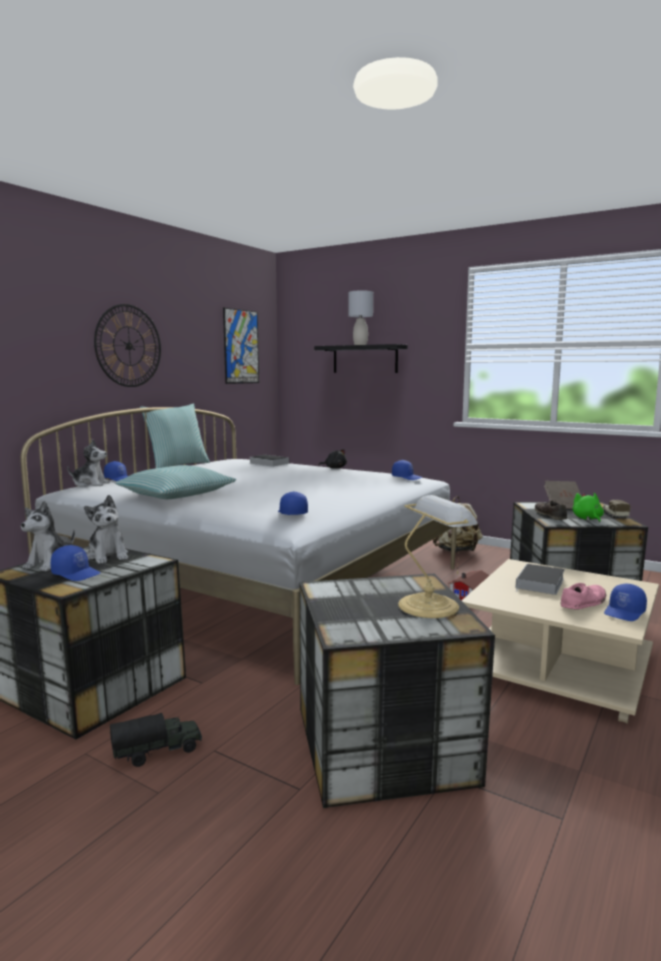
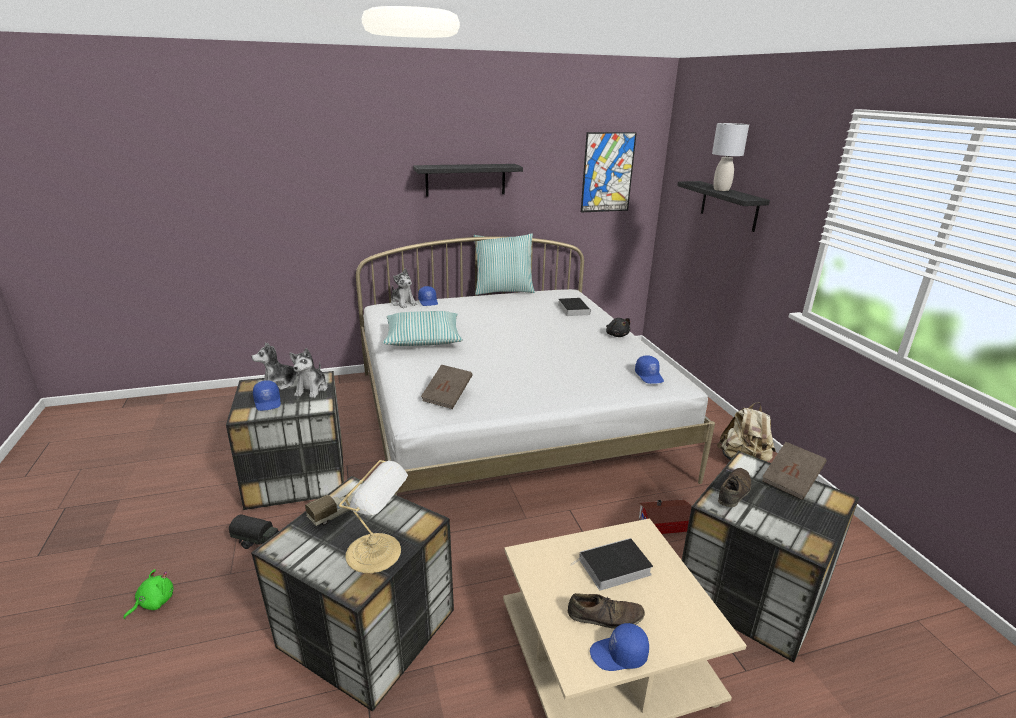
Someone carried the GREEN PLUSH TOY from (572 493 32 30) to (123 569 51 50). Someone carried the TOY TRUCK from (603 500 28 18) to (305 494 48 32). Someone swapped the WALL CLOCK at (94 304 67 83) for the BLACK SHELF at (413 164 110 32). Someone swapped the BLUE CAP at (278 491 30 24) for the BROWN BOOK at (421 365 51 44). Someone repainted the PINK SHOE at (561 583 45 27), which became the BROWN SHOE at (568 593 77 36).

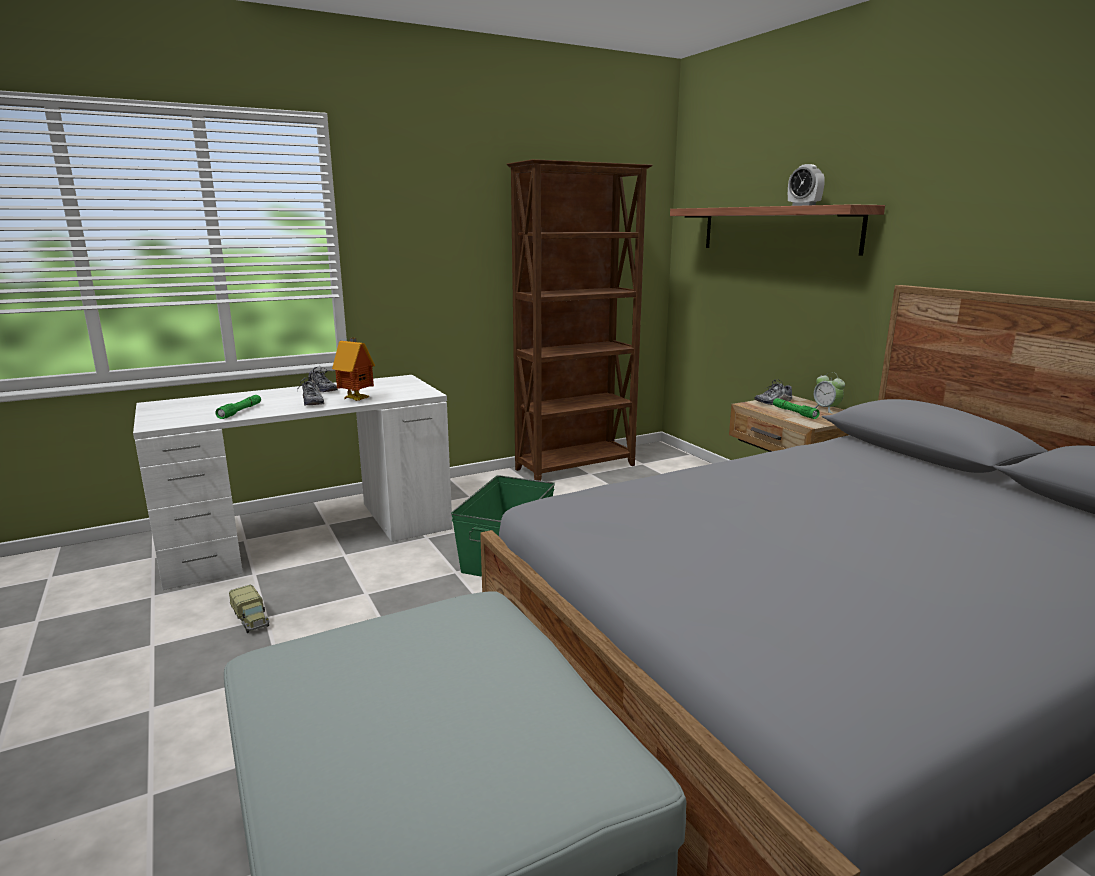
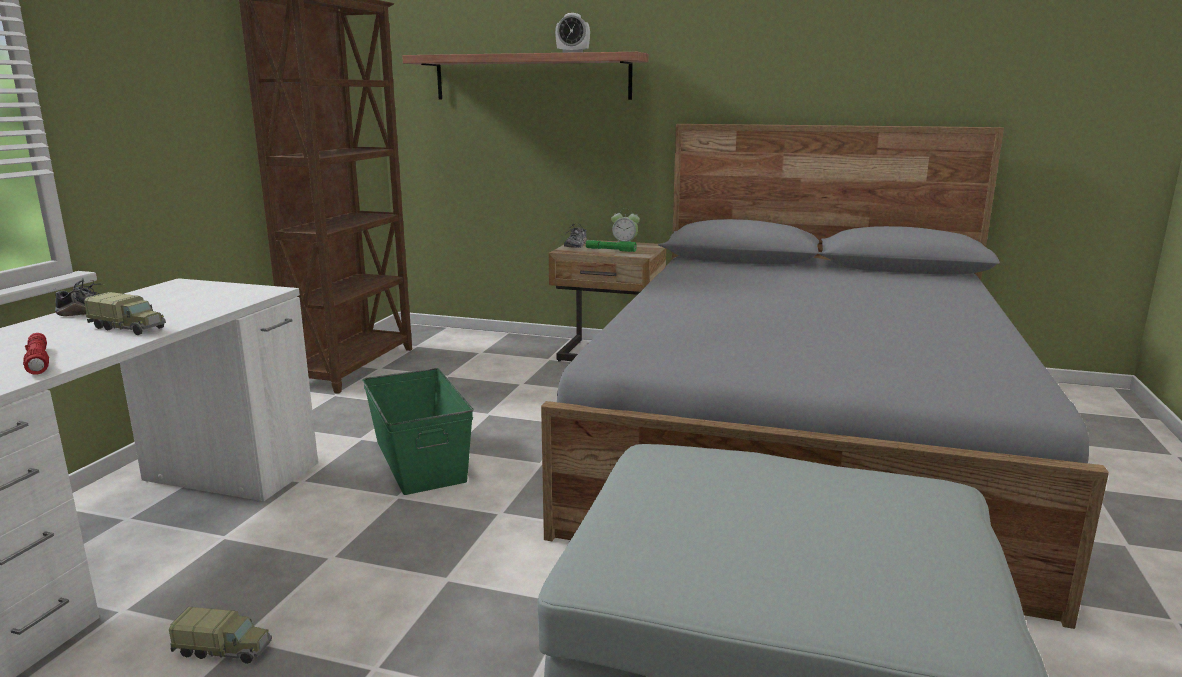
Someone took away the TOY HOUSE at (332 338 43 63). Someone swapped the SHOE at (297 376 28 29) for the TOY TRUCK at (84 292 82 43). Someone repainted the GREEN FLASHLIGHT at (215 395 46 24), which became the RED FLASHLIGHT at (23 333 26 42).

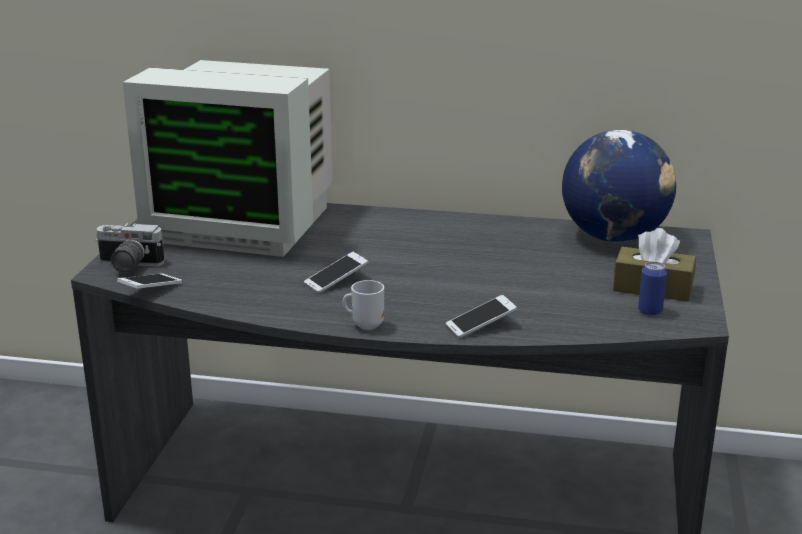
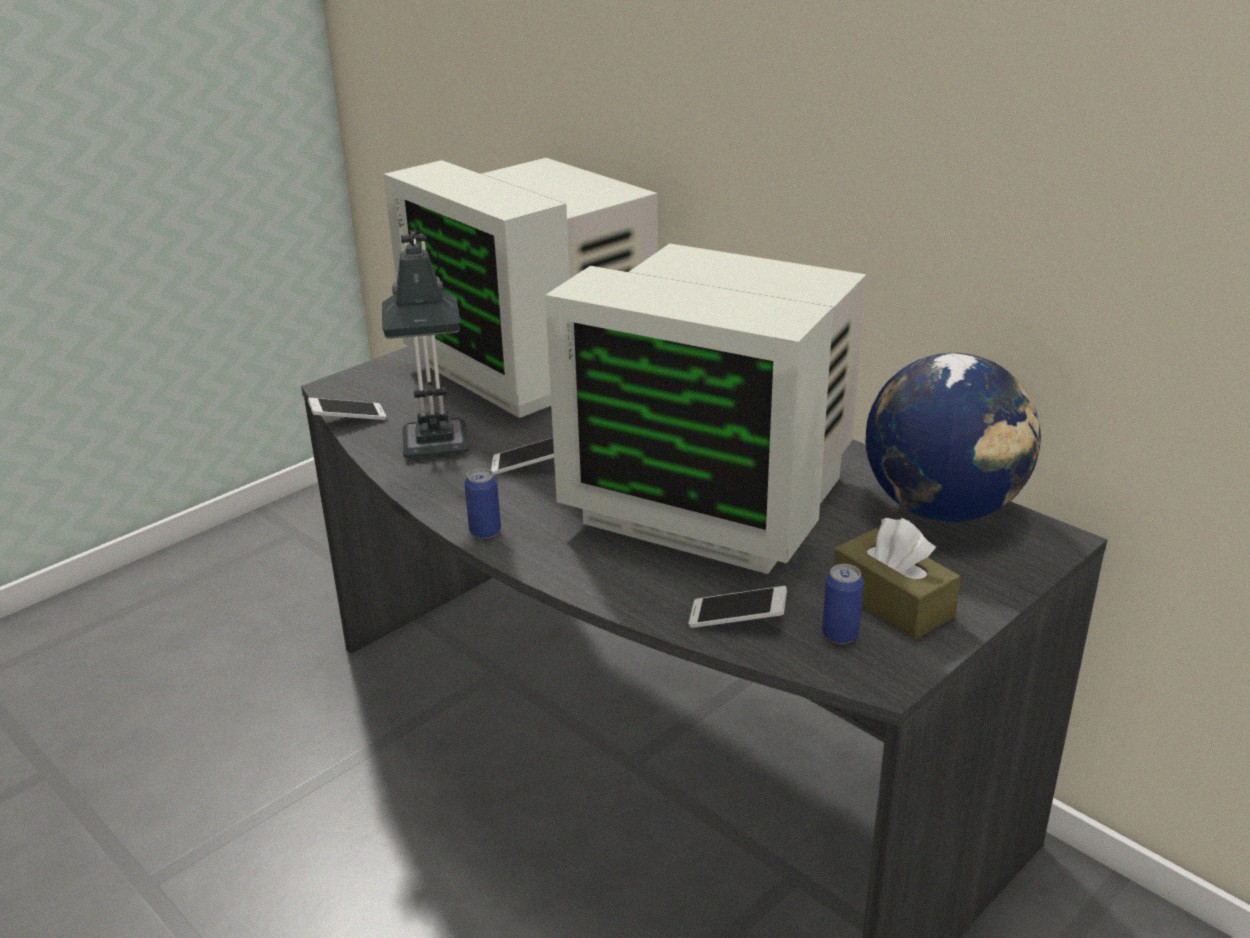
Someone took away the PHOTO CAMERA at (94 223 70 50). Someone put down the TABLE LAMP at (382 230 87 228). Someone put down the MONITOR at (545 243 321 331). Someone carried the PHONE from (446 295 71 43) to (688 586 99 42). Someone swapped the MUG at (342 280 42 50) for the CAN at (465 468 36 71).

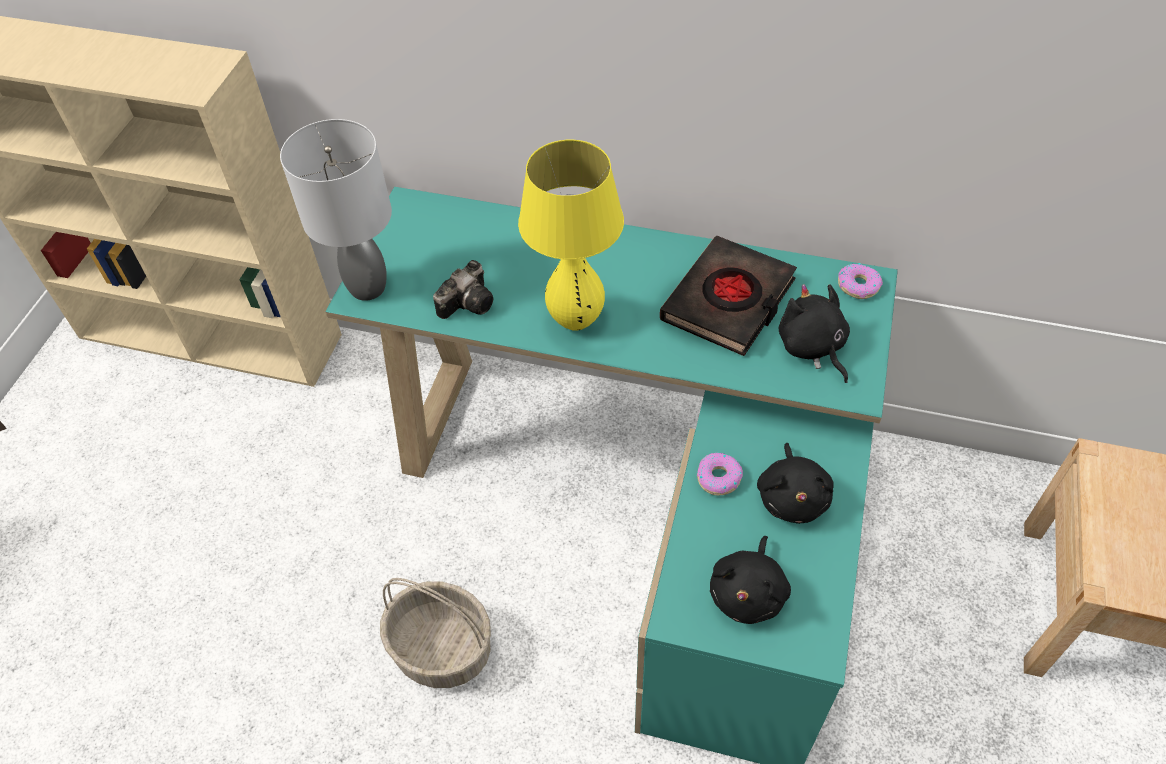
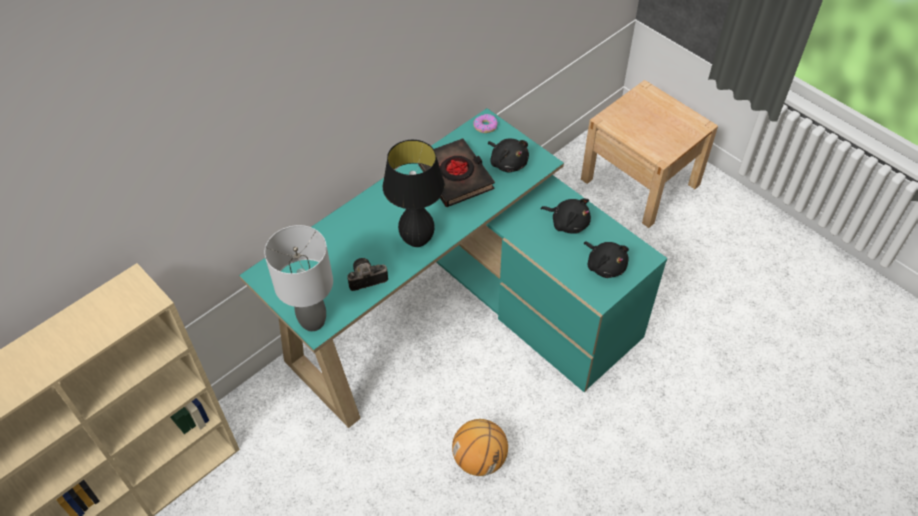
Someone took away the DONUT at (697 453 46 42). Someone swapped the BASKET at (380 578 111 110) for the BASKETBALL at (452 419 56 57). Someone repainted the YELLOW TABLE LAMP at (518 140 106 191), which became the BLACK TABLE LAMP at (383 140 62 107). Someone rotated the PHOTO CAMERA at (433 260 60 59) by 90 degrees counterclockwise. Someone rotated the BLACK PLUSH TOY at (779 284 71 99) by 135 degrees counterclockwise.

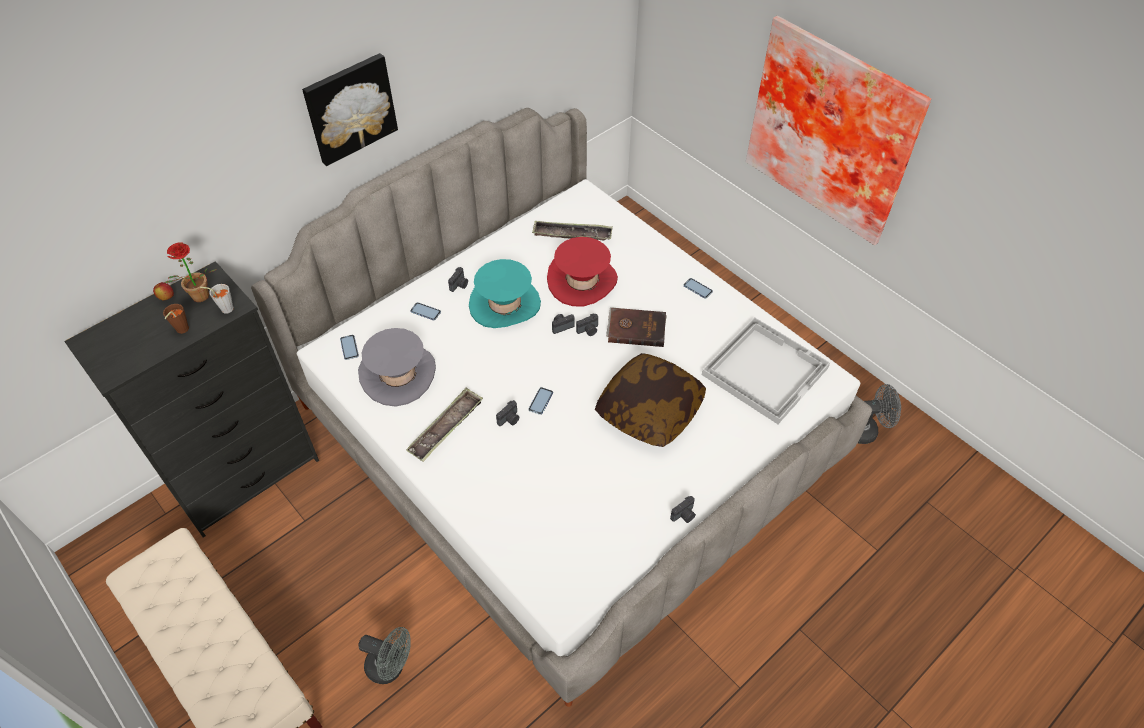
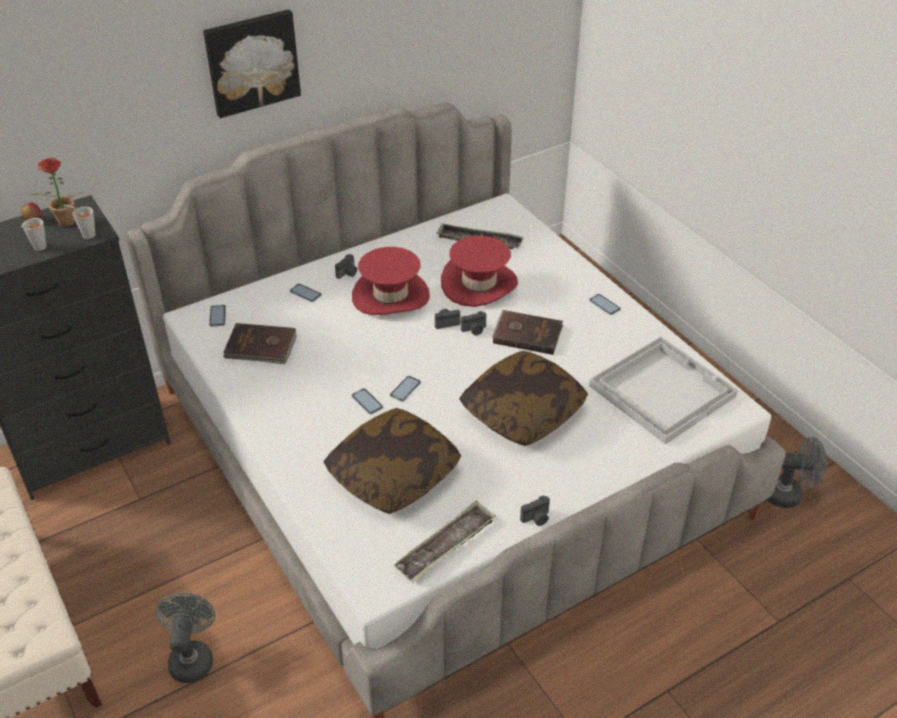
Someone took away the PICTURE at (746 16 185 229). Someone put down the PILLOW at (323 408 138 106). Someone carried the TRAY from (406 388 77 74) to (394 500 102 83). Someone swapped the GREY HAT at (358 328 78 79) for the BROWN BOOK at (223 323 74 41). Someone swapped the PHOTO CAMERA at (496 400 23 26) for the PHONE at (352 388 31 26). Someone repainted the BROWN CUP at (163 304 26 30), which became the GREY CUP at (21 218 26 33). Someone repainted the TURQUOISE HAT at (469 259 72 69), which became the RED HAT at (352 247 78 68). Someone rotated the GREY FAN at (358 627 52 57) by 120 degrees counterclockwise.

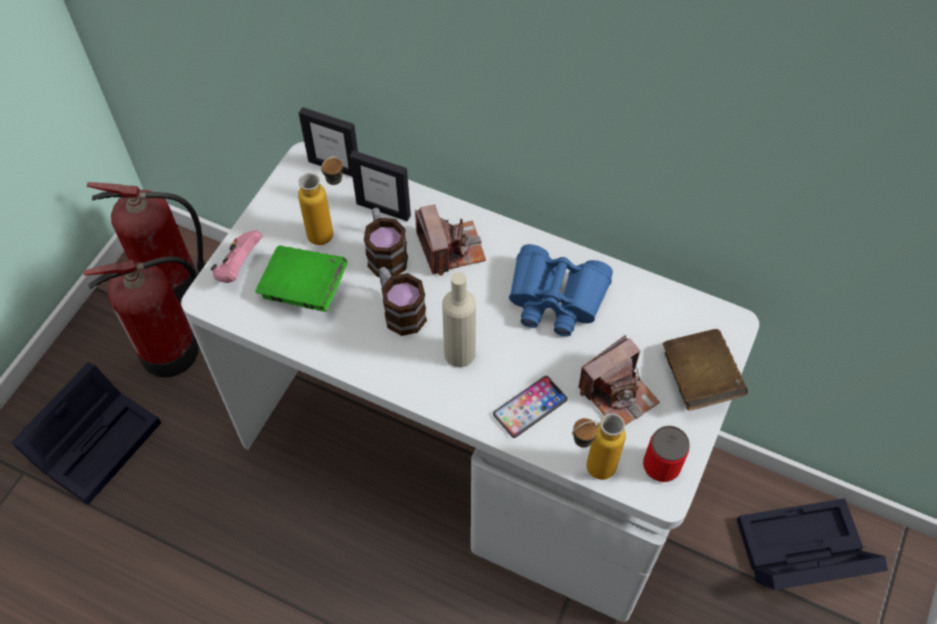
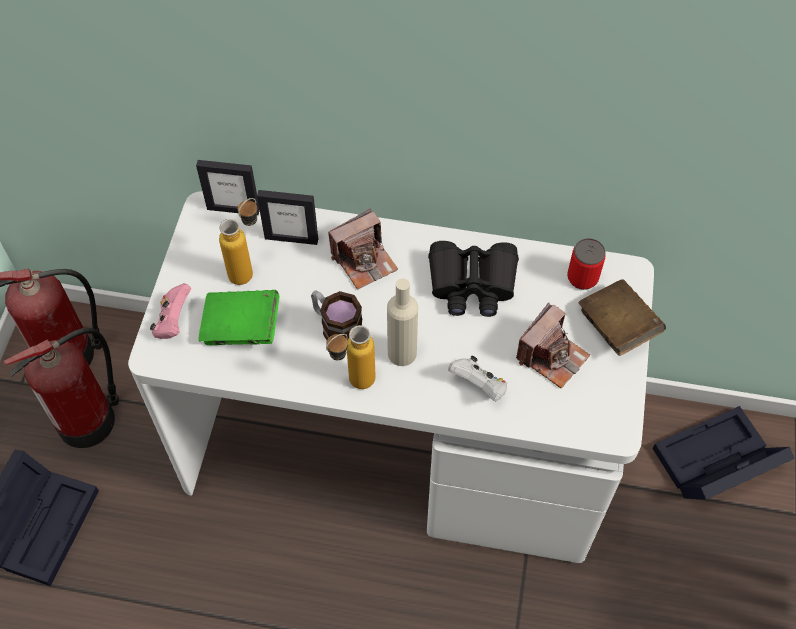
Someone took away the MUG at (364 208 44 69). Someone carried the BOTTLE from (572 413 54 67) to (326 325 50 64). Someone carried the CAN from (643 426 47 56) to (567 238 39 52). Someone swapped the PHONE at (493 376 74 62) for the WHITE GAME CONTROLLER at (448 356 59 45). Someone repainted the BLUE BINOCULARS at (509 244 104 93), which became the BLACK BINOCULARS at (428 241 91 76). Someone rotated the PHOTO CAMERA at (415 204 71 72) by 90 degrees clockwise.

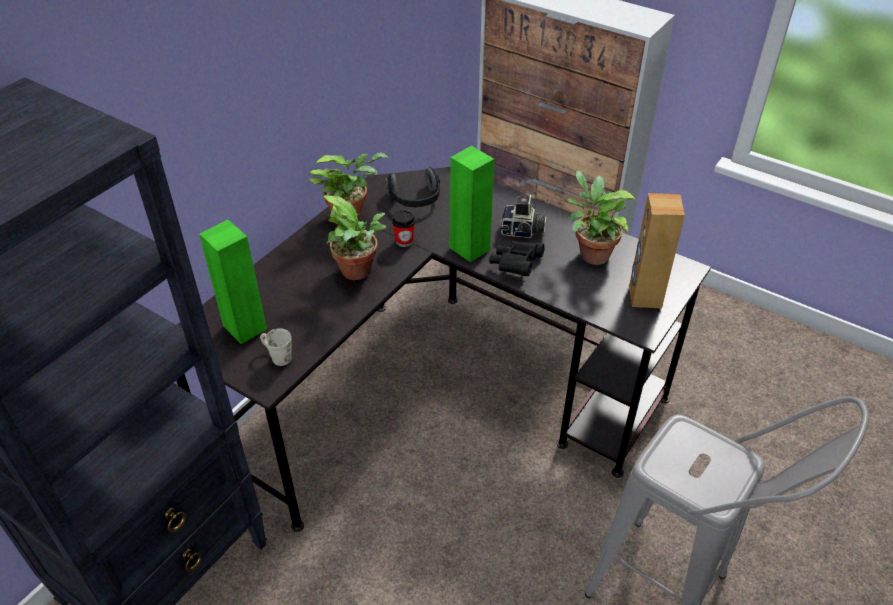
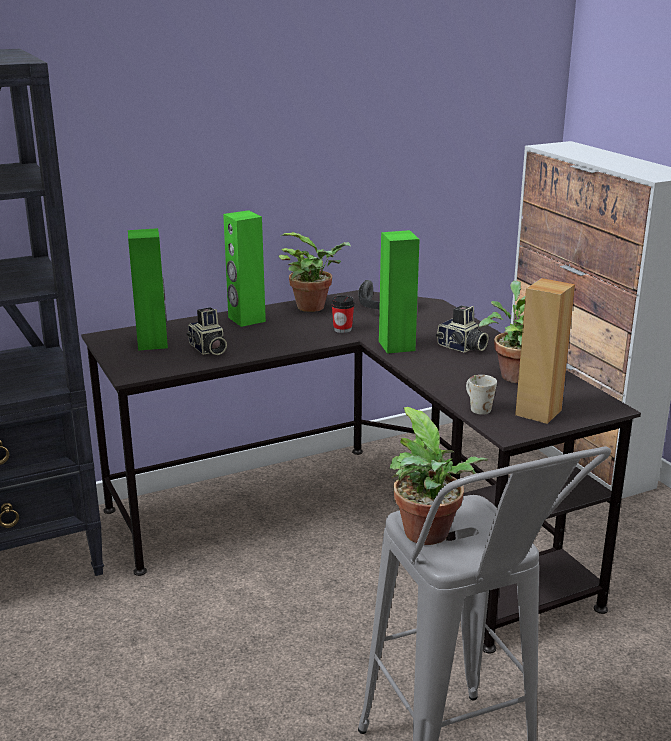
Someone took away the BLACK BINOCULARS at (489 240 56 36). Someone put down the PHOTO CAMERA at (187 307 40 48). Someone put down the GREEN SPEAKER at (223 210 43 117). Someone carried the WHITE MUG from (260 328 32 38) to (466 375 31 40). Someone carried the POTTED PLANT from (322 195 65 85) to (390 407 98 138).

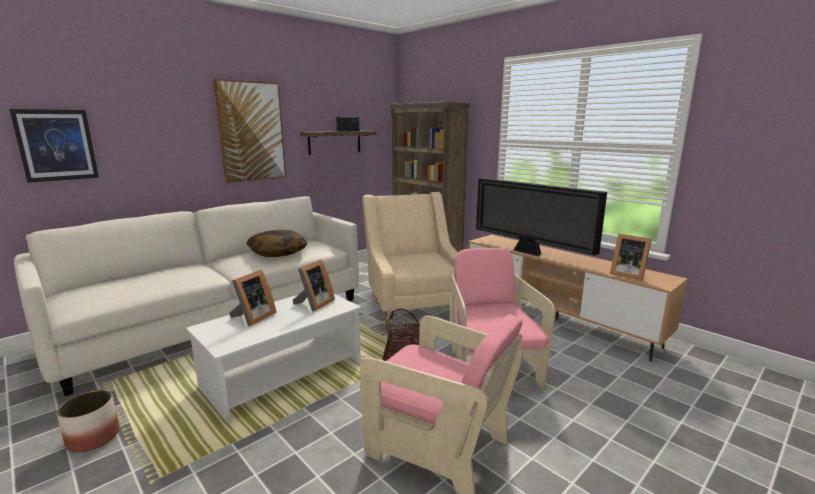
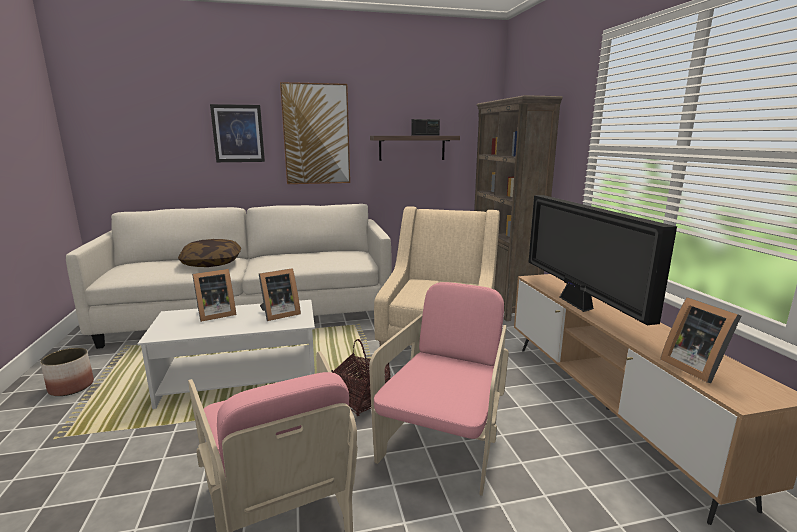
Someone carried the PICTURE from (9 109 90 74) to (210 104 55 58). Someone carried the PILLOW from (247 230 60 27) to (178 239 63 28).

